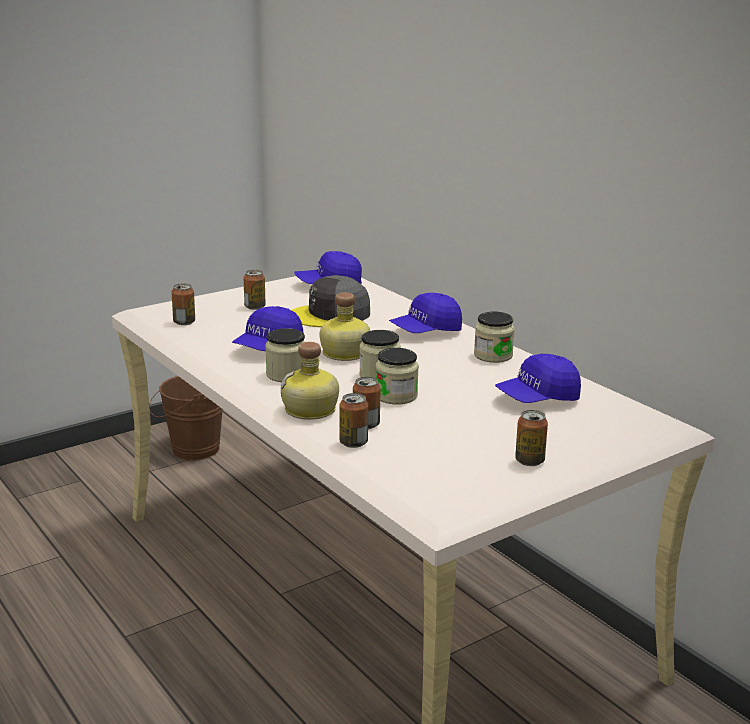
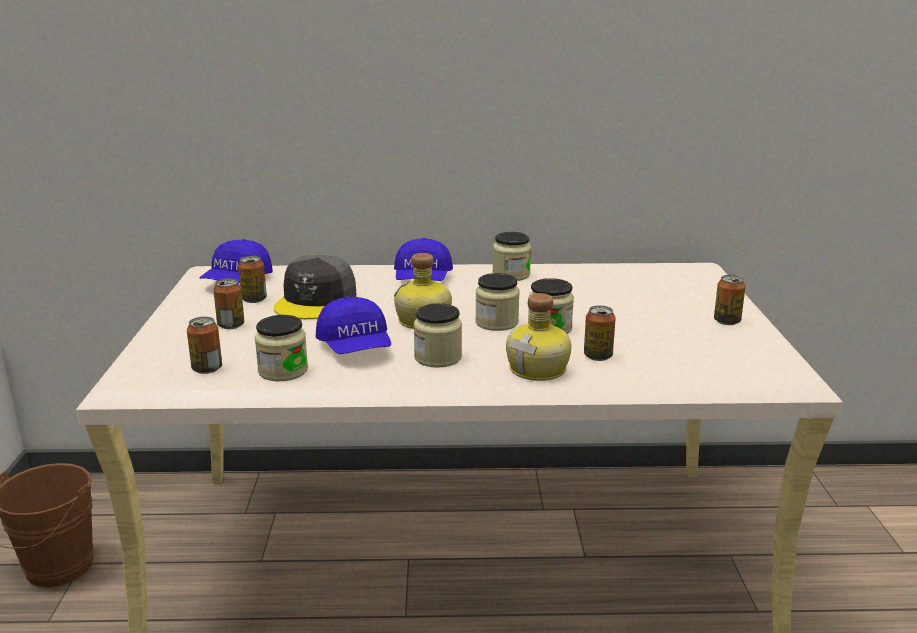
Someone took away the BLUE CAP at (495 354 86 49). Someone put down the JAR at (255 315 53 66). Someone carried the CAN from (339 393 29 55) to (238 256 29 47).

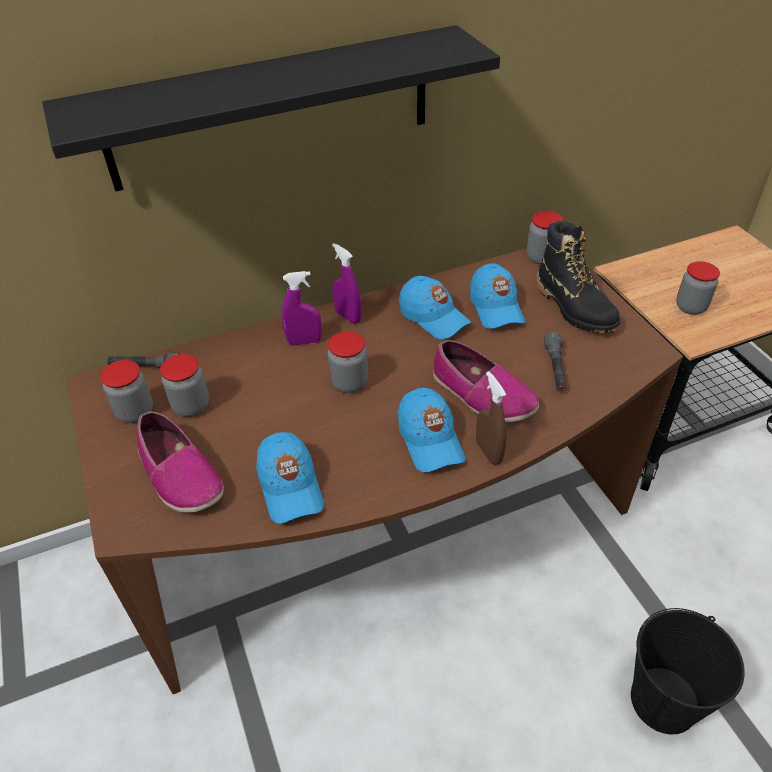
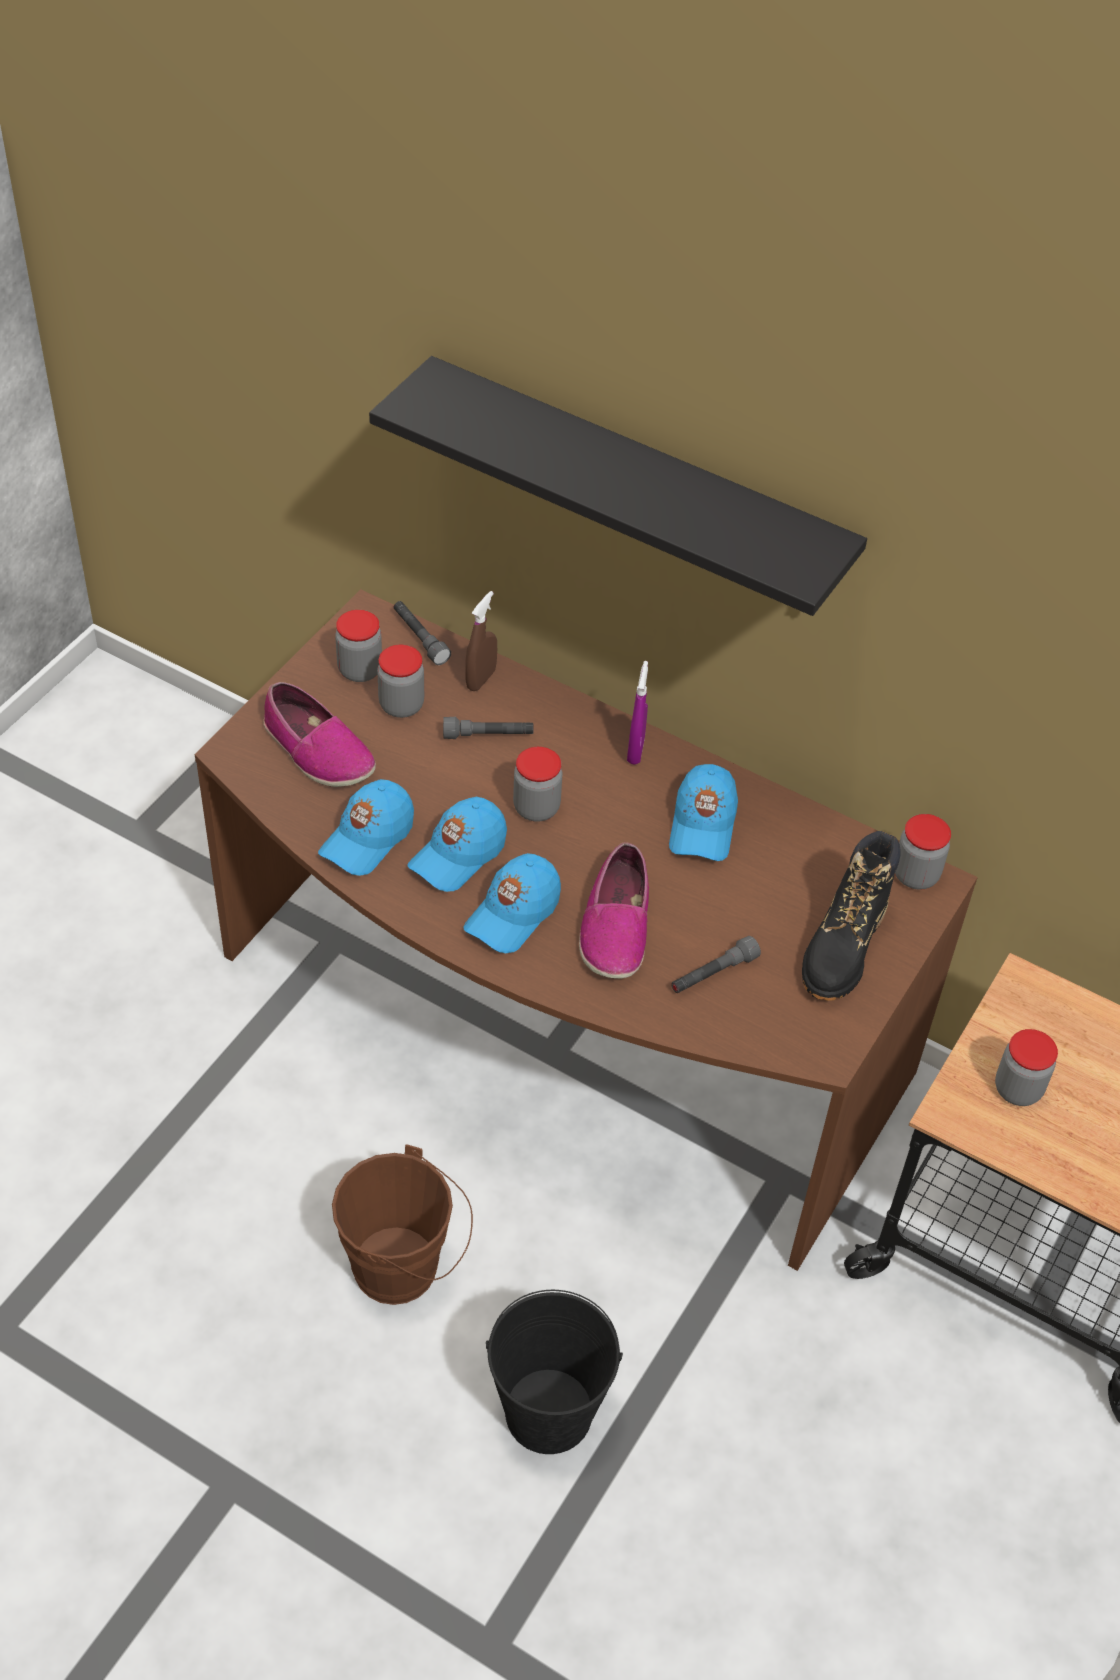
Someone took away the PURPLE SPRAY BOTTLE at (282 271 40 74). Someone put down the BROWN BUCKET at (332 1144 141 161). Someone put down the GREY FLASHLIGHT at (443 717 91 22). Someone carried the BLUE CAP from (470 263 55 66) to (407 797 100 95). Someone carried the BROWN SPRAY BOTTLE from (476 371 31 94) to (465 591 32 100). Someone rotated the SHOE at (137 412 87 101) by 60 degrees counterclockwise.

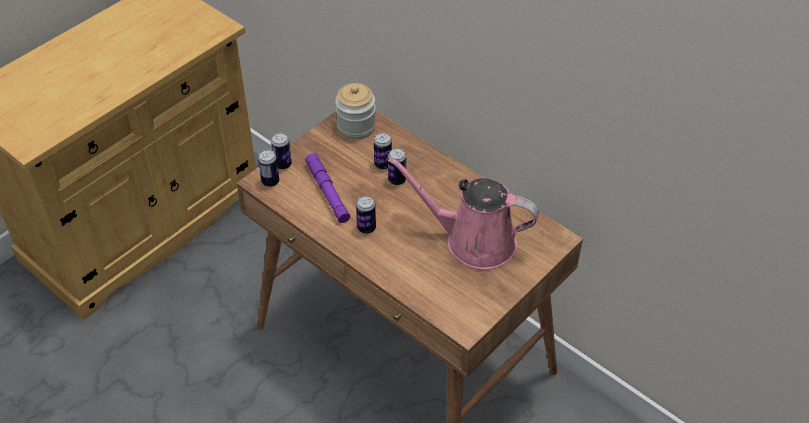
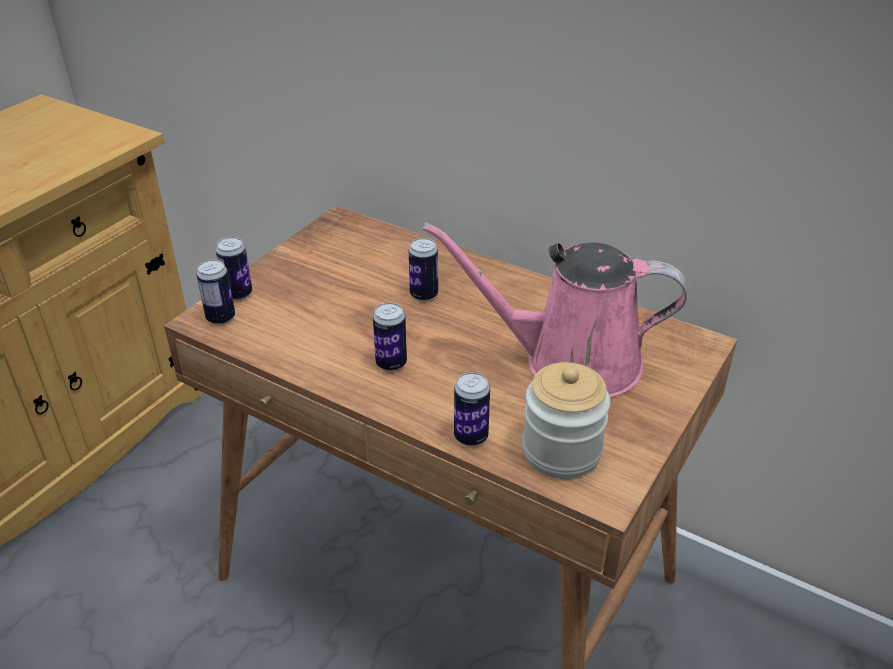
Someone took away the PURPLE FLASHLIGHT at (305 153 45 70). Someone carried the JAR from (335 83 41 56) to (522 362 88 117). Someone carried the CAN from (374 133 18 36) to (454 372 36 74).

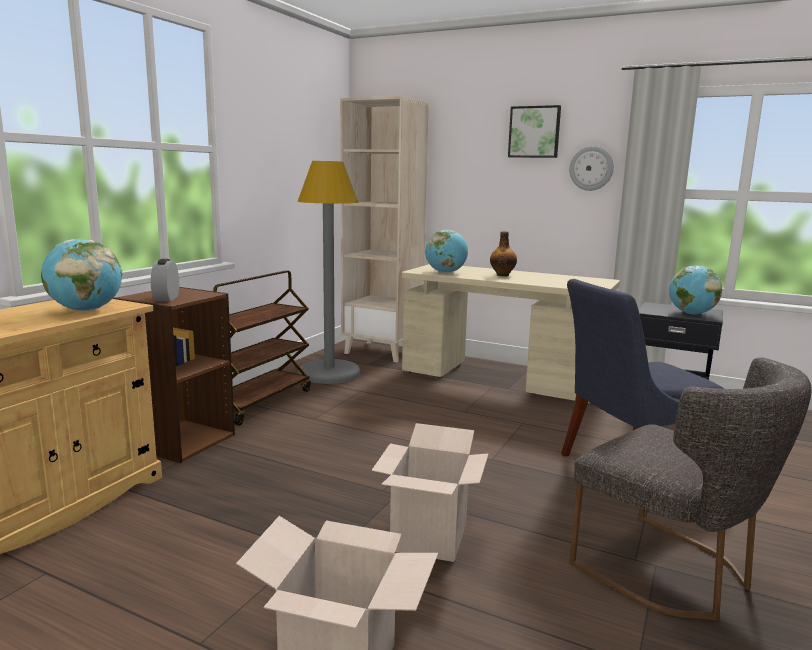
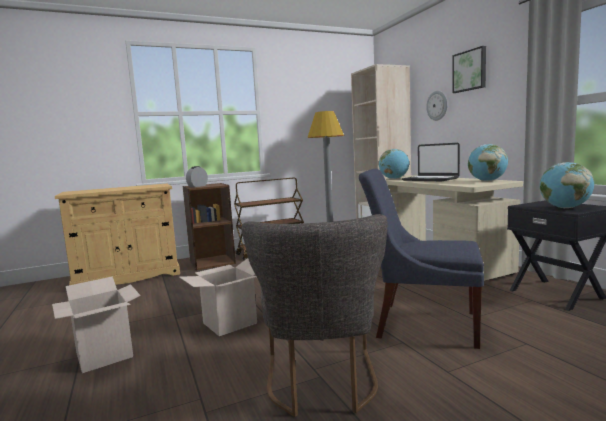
Someone carried the GLOBE from (41 239 81 72) to (468 144 40 37). Someone carried the WALL CLOCK from (569 146 45 45) to (426 91 21 30). Someone swapped the BOTTLE at (490 231 27 45) for the LAPTOP at (402 143 58 38).

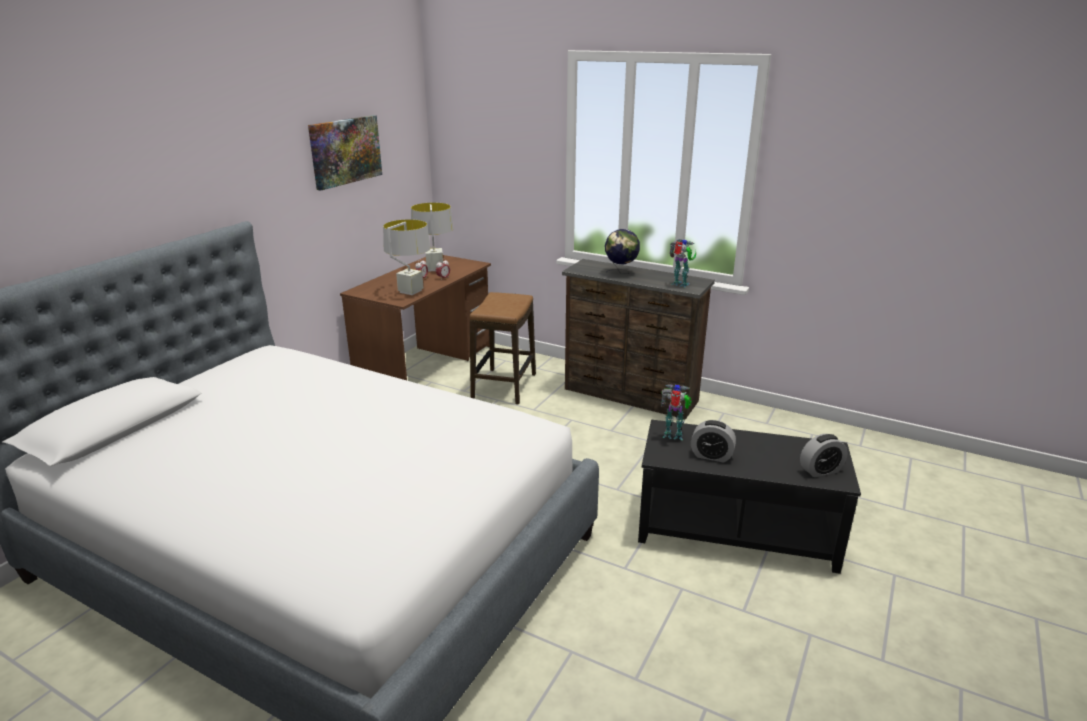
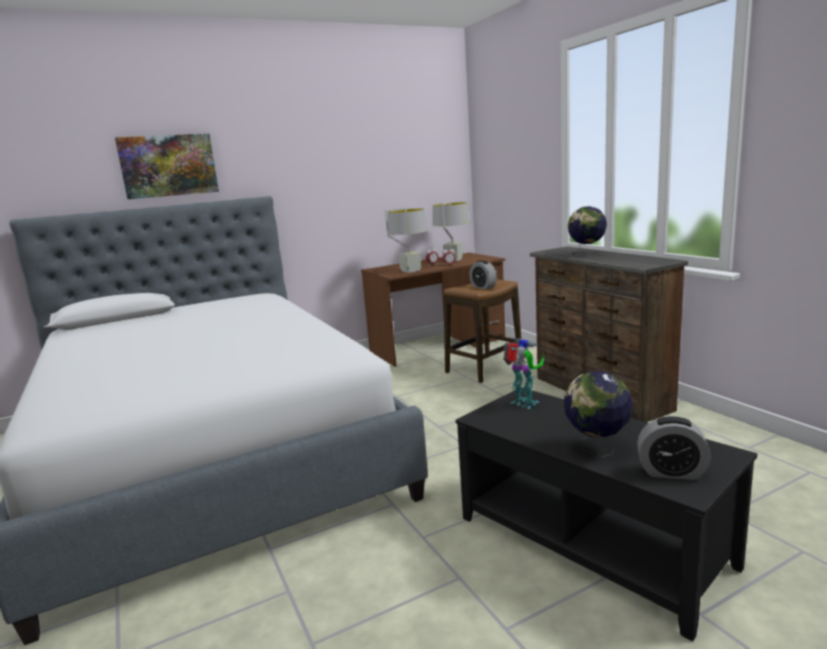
Someone took away the TOY ROBOT at (669 239 27 49). Someone put down the GLOBE at (564 371 69 87). Someone carried the PICTURE from (308 115 74 76) to (115 134 104 65). Someone carried the ALARM CLOCK from (691 420 45 43) to (469 260 28 29).

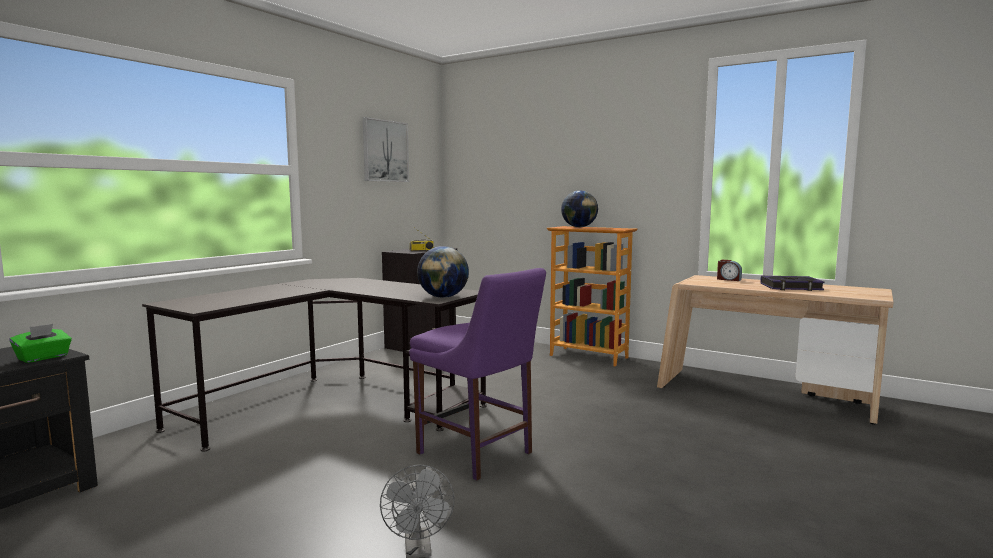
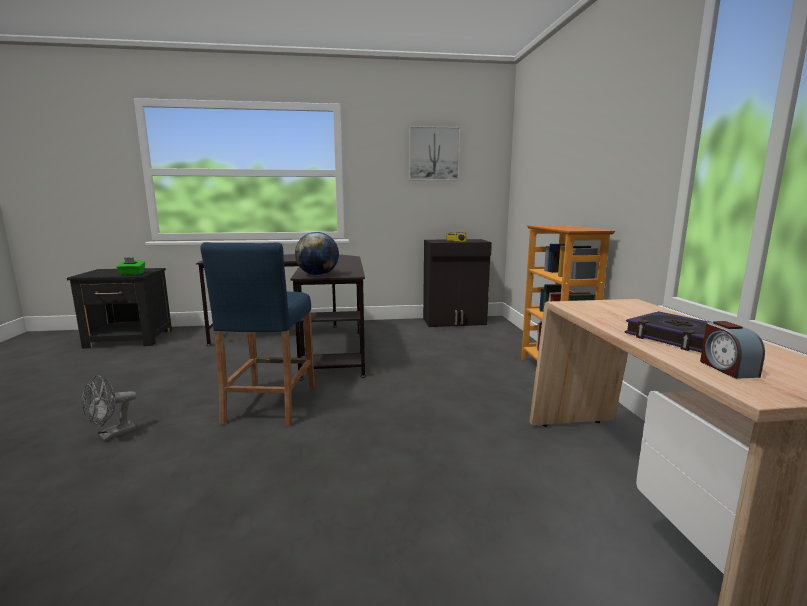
Someone took away the GLOBE at (561 191 37 36). Someone carried the ALARM CLOCK from (717 260 25 21) to (700 321 65 58). Someone swapped the PURPLE CHAIR at (409 268 137 213) for the BLUE STOOL at (201 242 114 184).

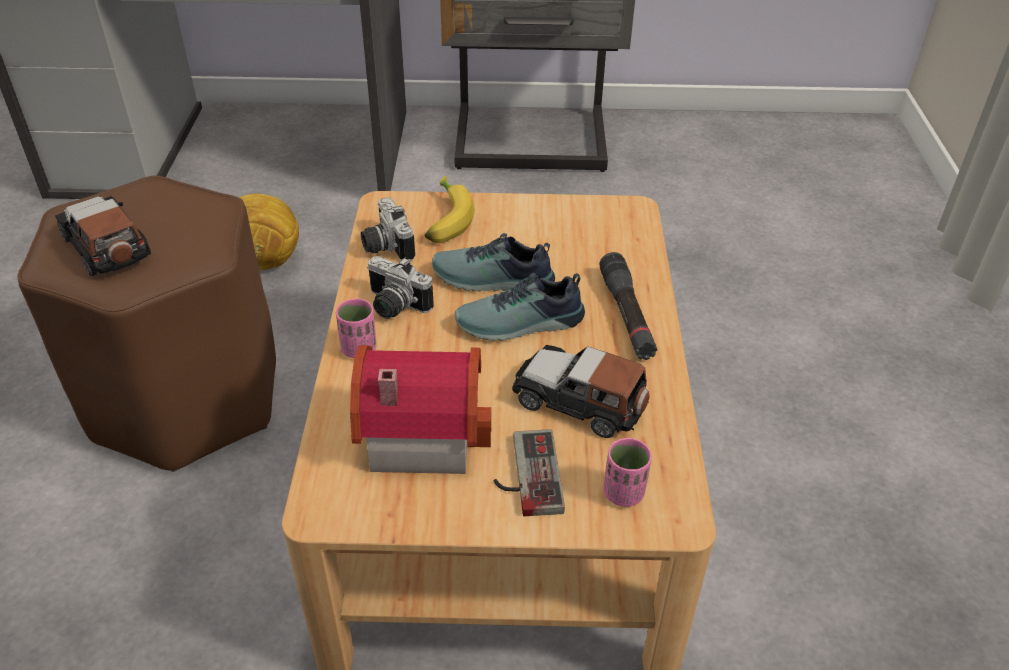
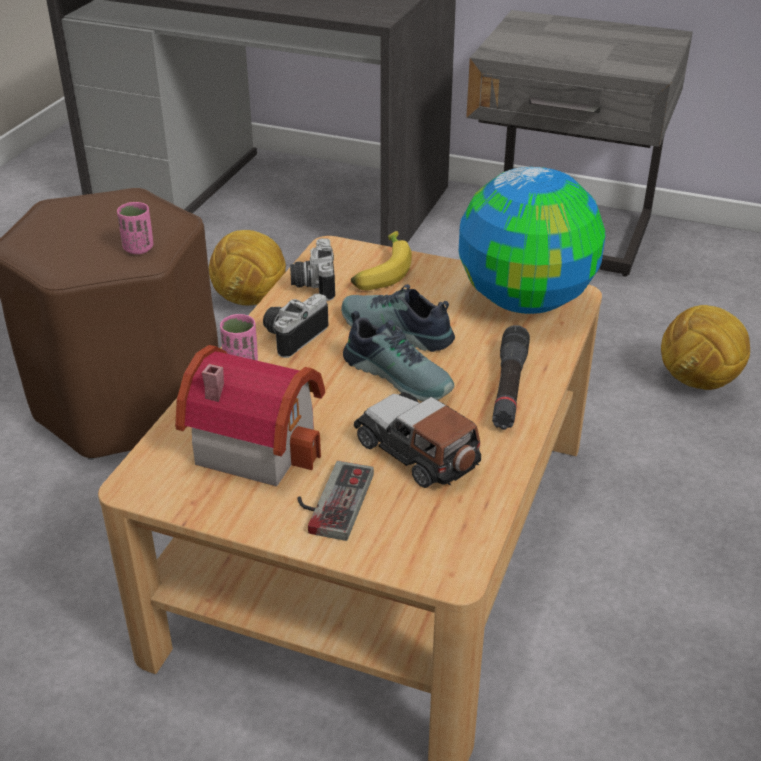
Someone took away the TOY CAR at (55 196 96 80). Someone put down the GLOBE at (459 167 146 147). Someone put down the FOOTBALL at (661 305 89 85). Someone carried the PINK CUP from (603 438 49 69) to (117 202 36 52). Someone rotated the PHOTO CAMERA at (367 256 67 63) by 75 degrees clockwise. Someone rotated the SHOE at (455 273 130 68) by 150 degrees counterclockwise.

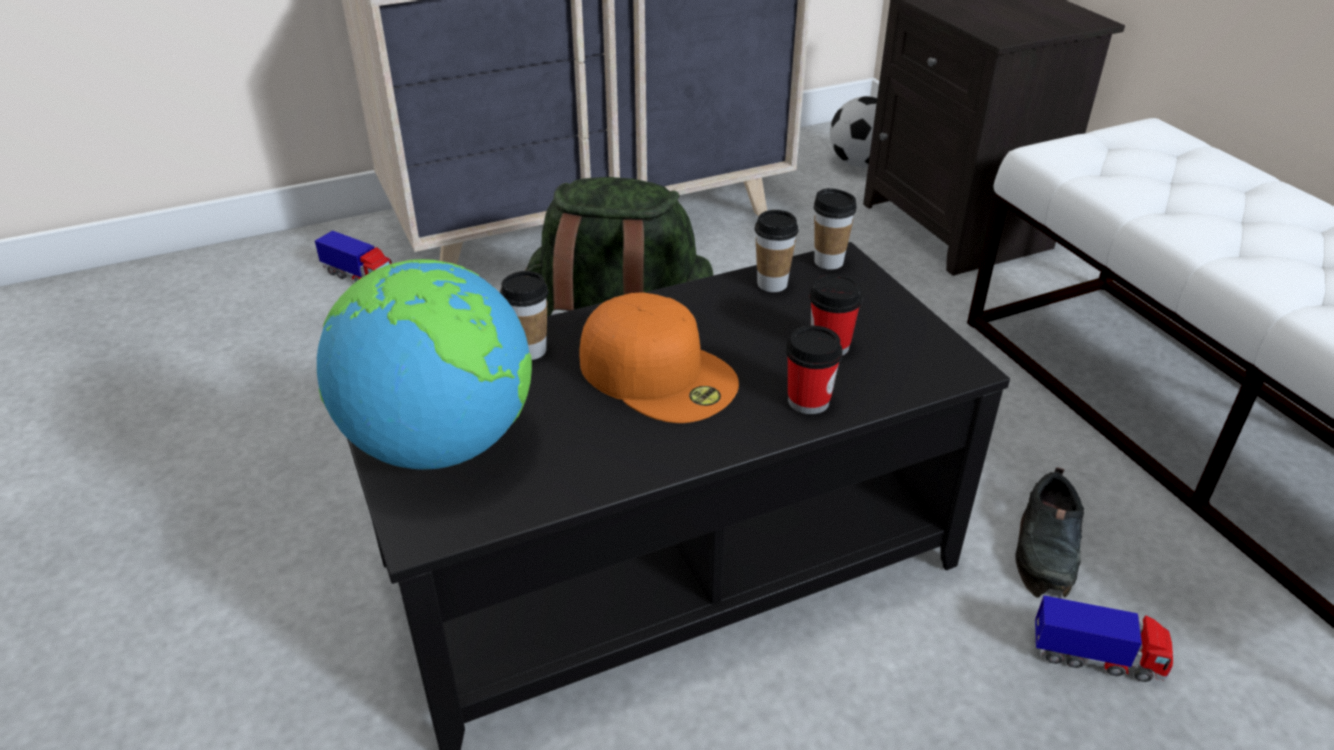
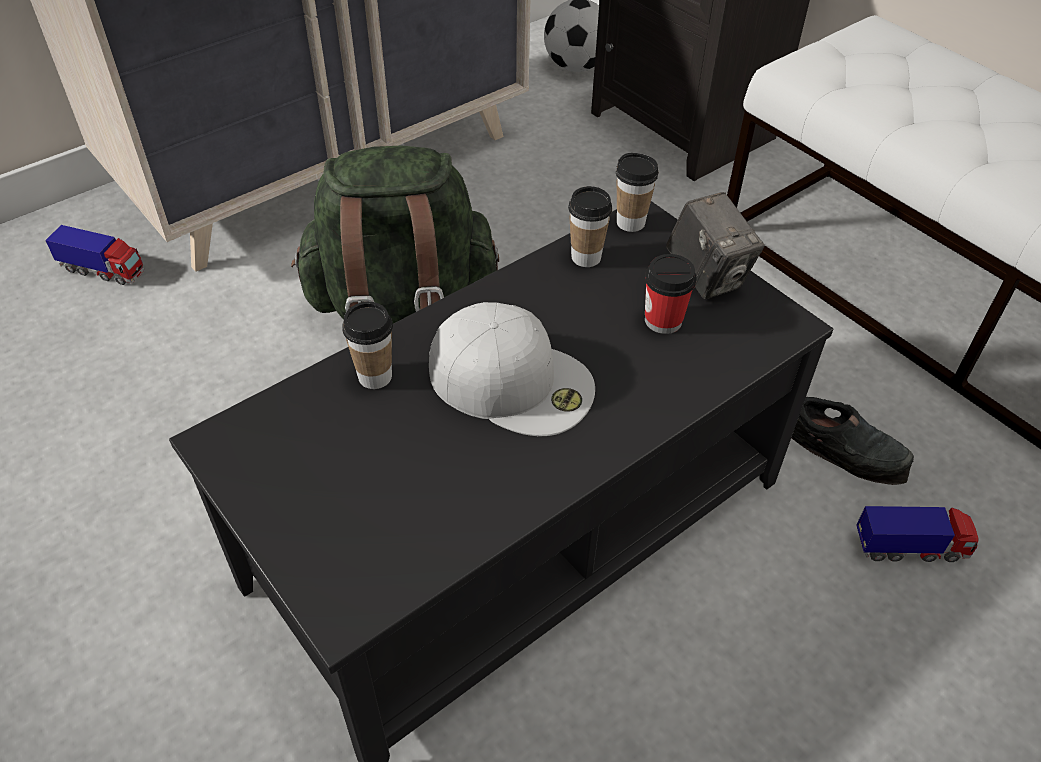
Someone took away the GLOBE at (317 259 215 211). Someone took away the CUP at (786 325 57 89). Someone put down the PHOTO CAMERA at (666 192 99 107). Someone repainted the ORANGE CAP at (579 293 160 130), which became the WHITE CAP at (429 302 166 135). Someone rotated the BLACK SHOE at (1015 467 69 131) by 60 degrees counterclockwise.

